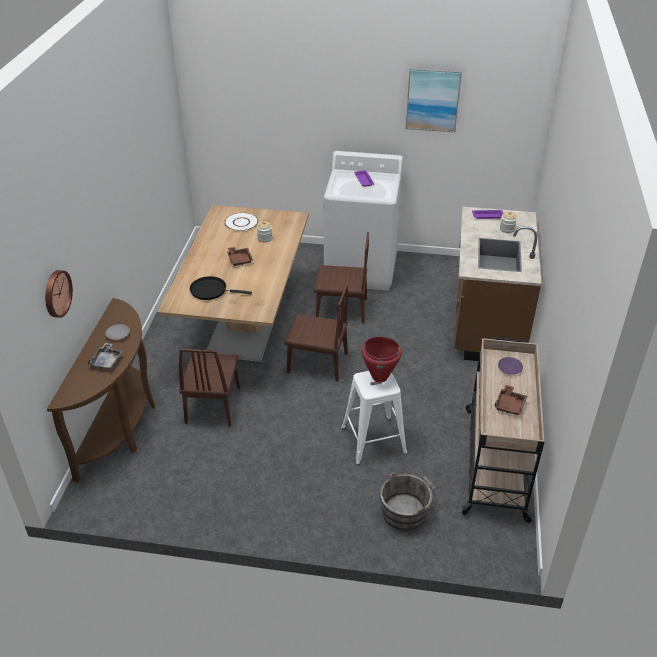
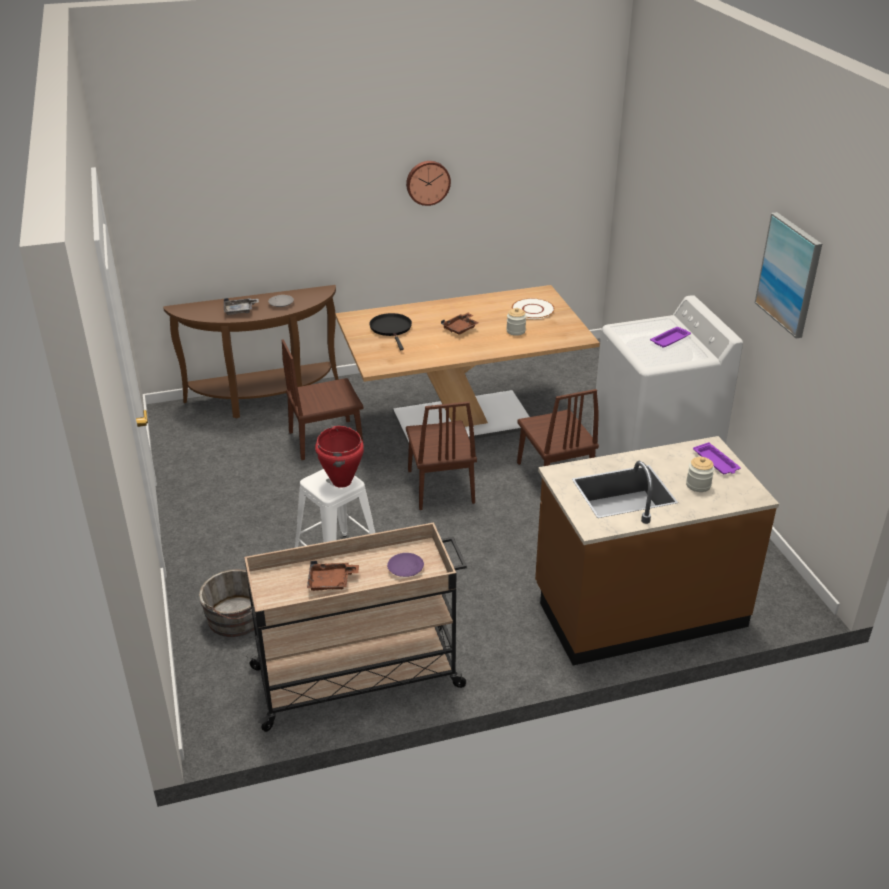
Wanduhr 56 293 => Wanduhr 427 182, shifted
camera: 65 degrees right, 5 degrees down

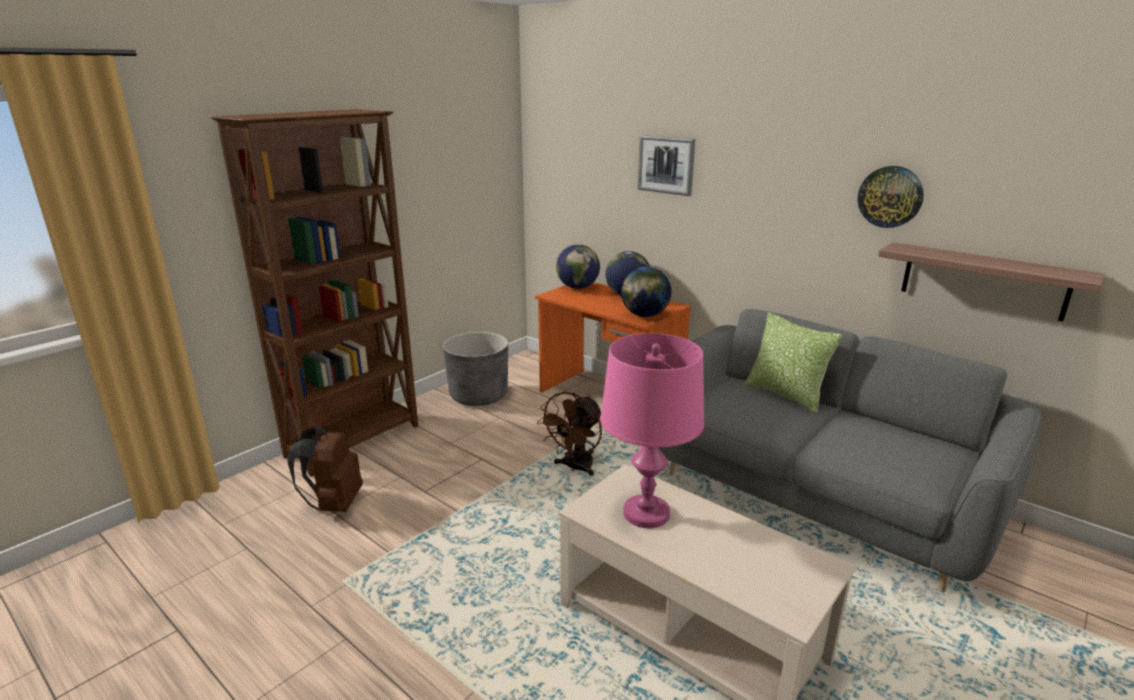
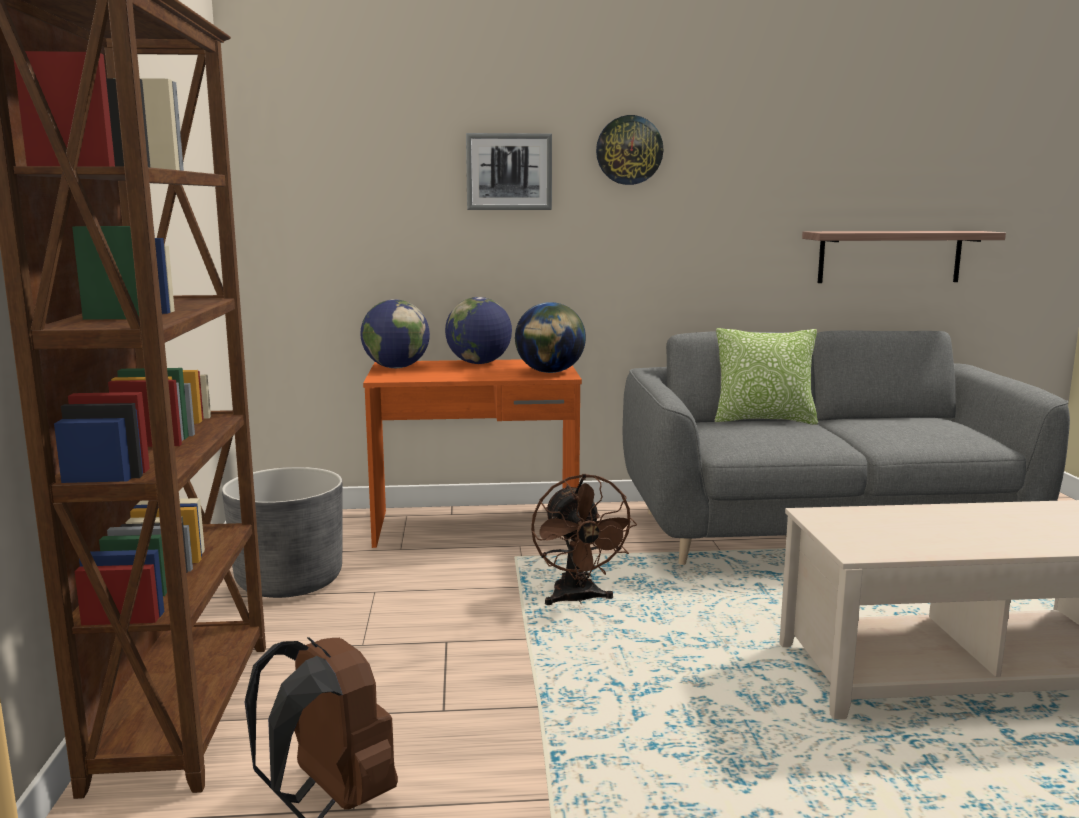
Wanduhr 890 197 => Wanduhr 629 150, shifted
Tischlampe (rosa) 646 513 => nothing
camera: 45 degrees left, 10 degrees down

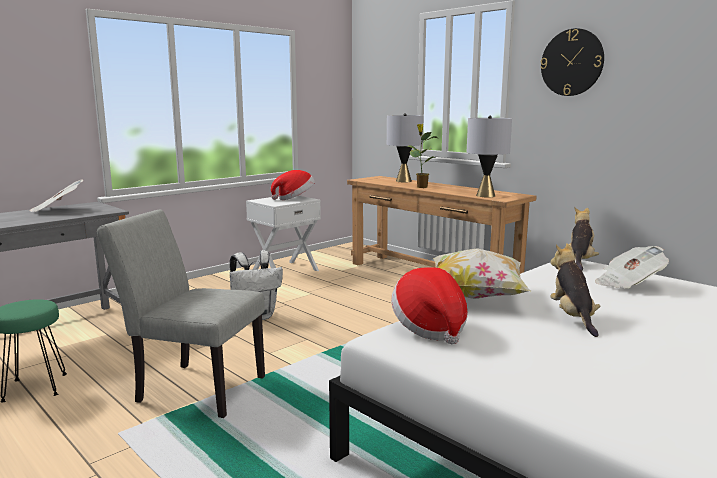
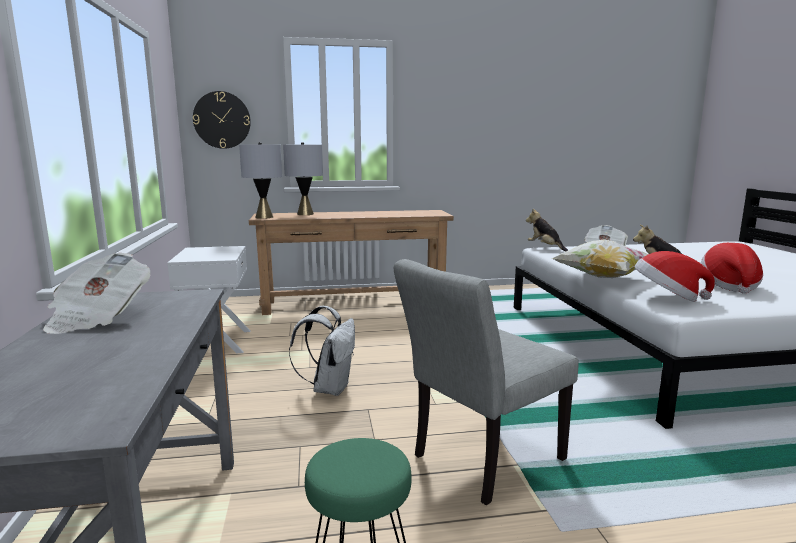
Wanduhr 572 62 => Wanduhr 222 120, shifted
Tischlampe (grau) 486 195 => Tischlampe (grau) 264 217, shifted
Topfpflanze 421 187 => nothing
Hut 294 198 => Hut 729 285, shifted
camera: 55 degrees left, 0 degrees up

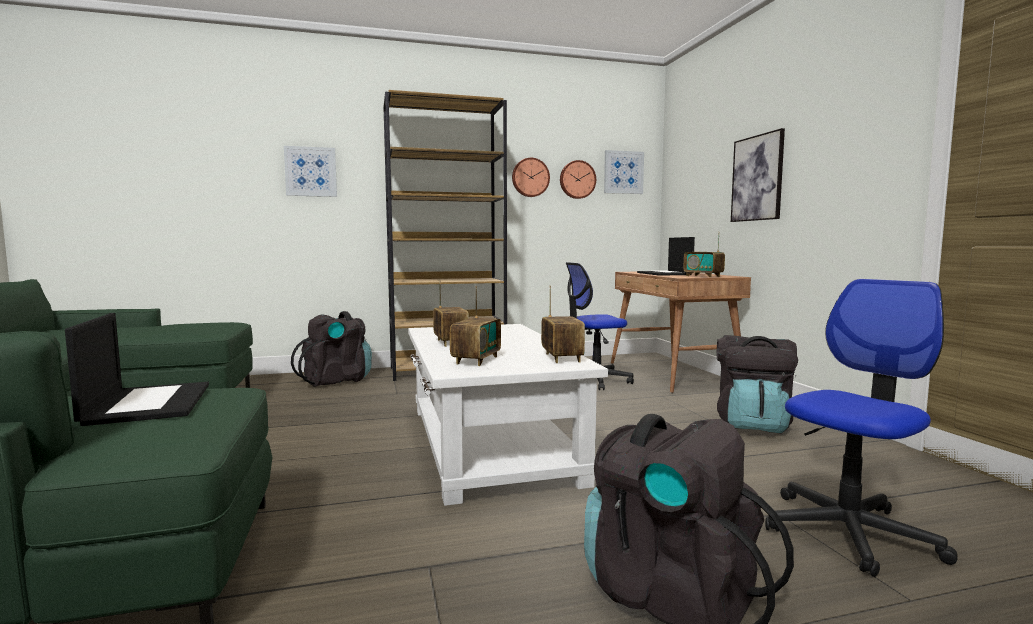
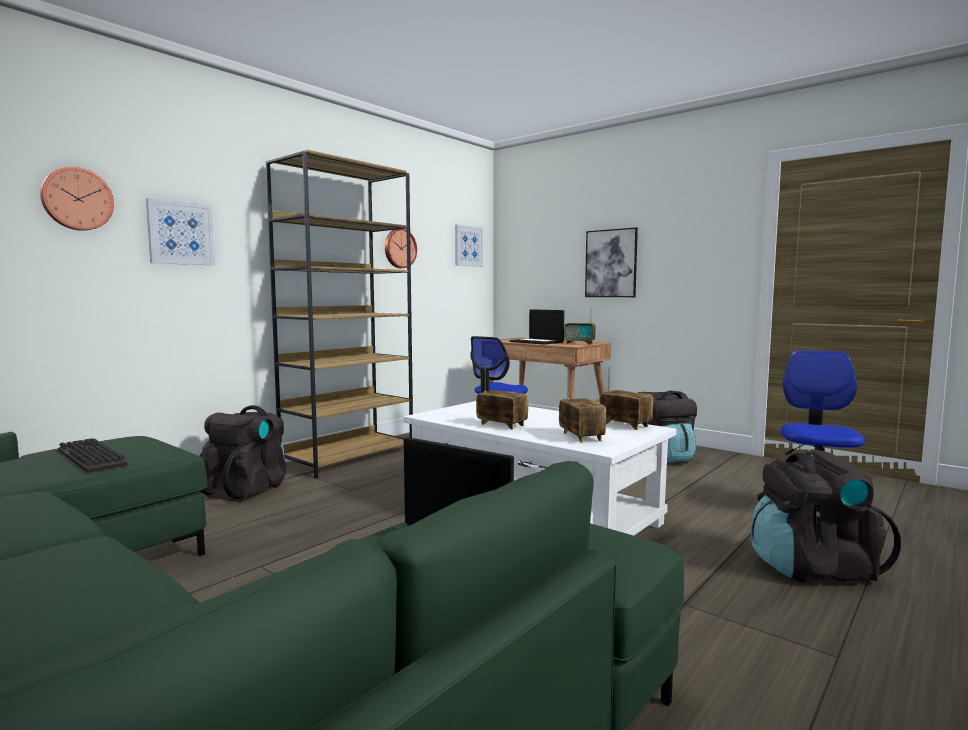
Wanduhr 577 179 => Wanduhr 77 199, shifted
nothing => Tastatur 88 458
camera: 35 degrees left, 0 degrees up

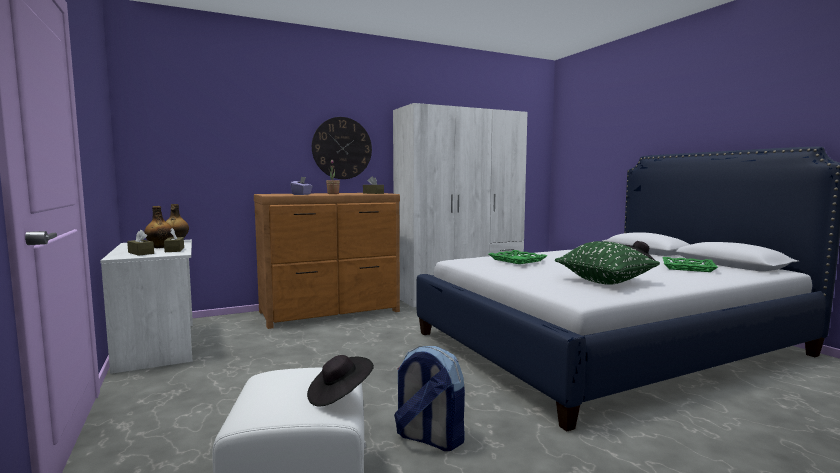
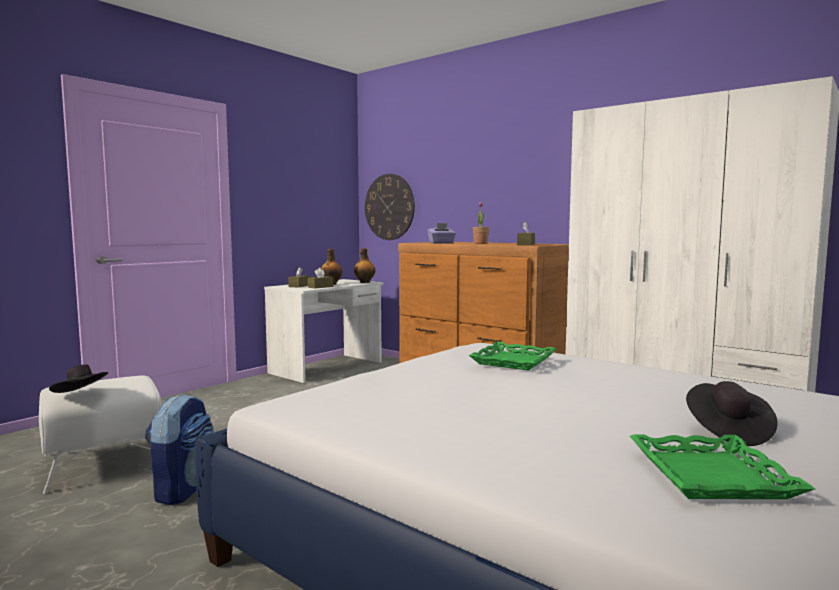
Wanduhr 342 148 => Wanduhr 389 207, shifted
Kissen (grün) 605 281 => nothing
camera: 65 degrees right, 0 degrees up

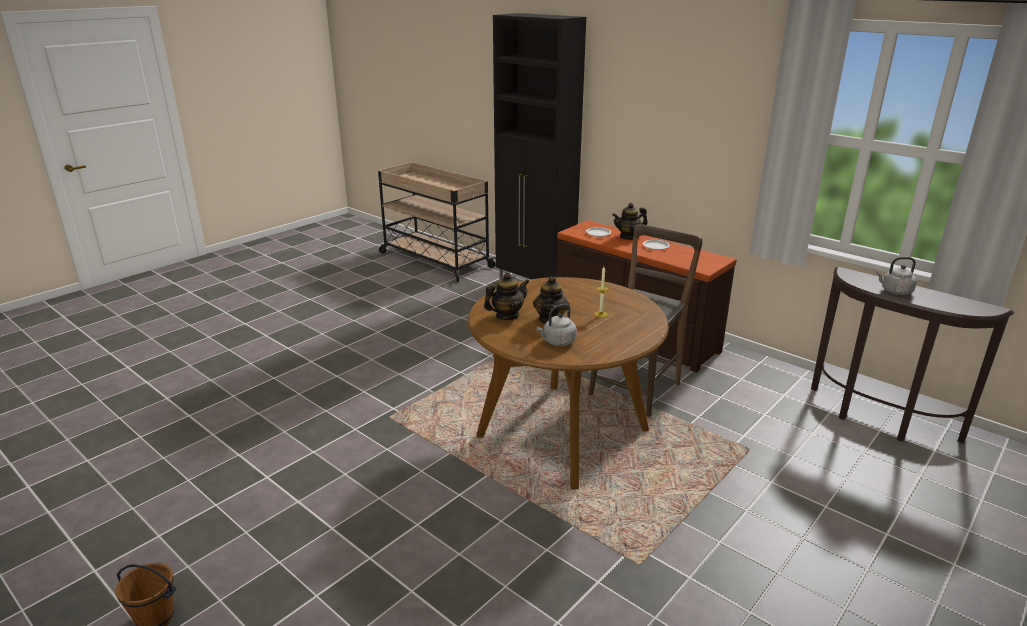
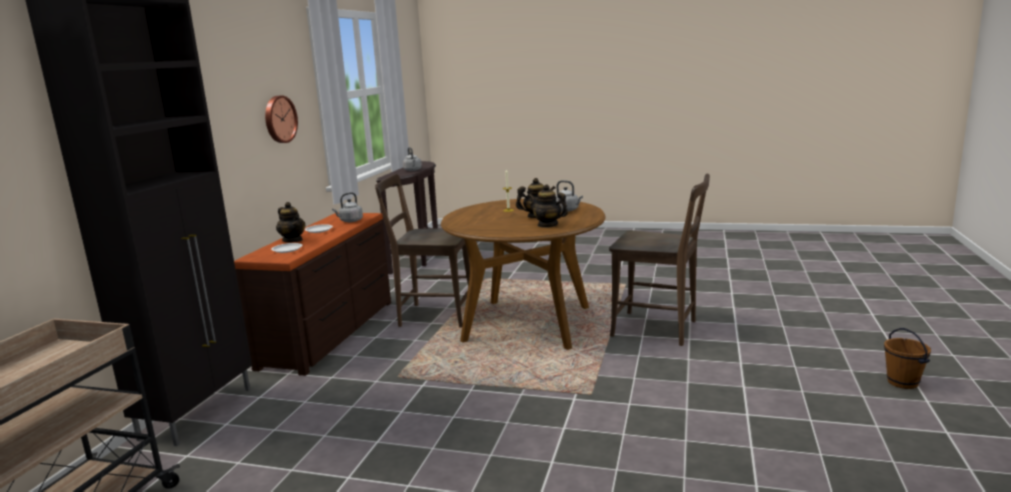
nothing => Wanduhr 279 119
nothing => Stuhl (braun) 659 329
nothing => Wasserkessel (grau) 350 221
camera: 115 degrees left, 10 degrees down

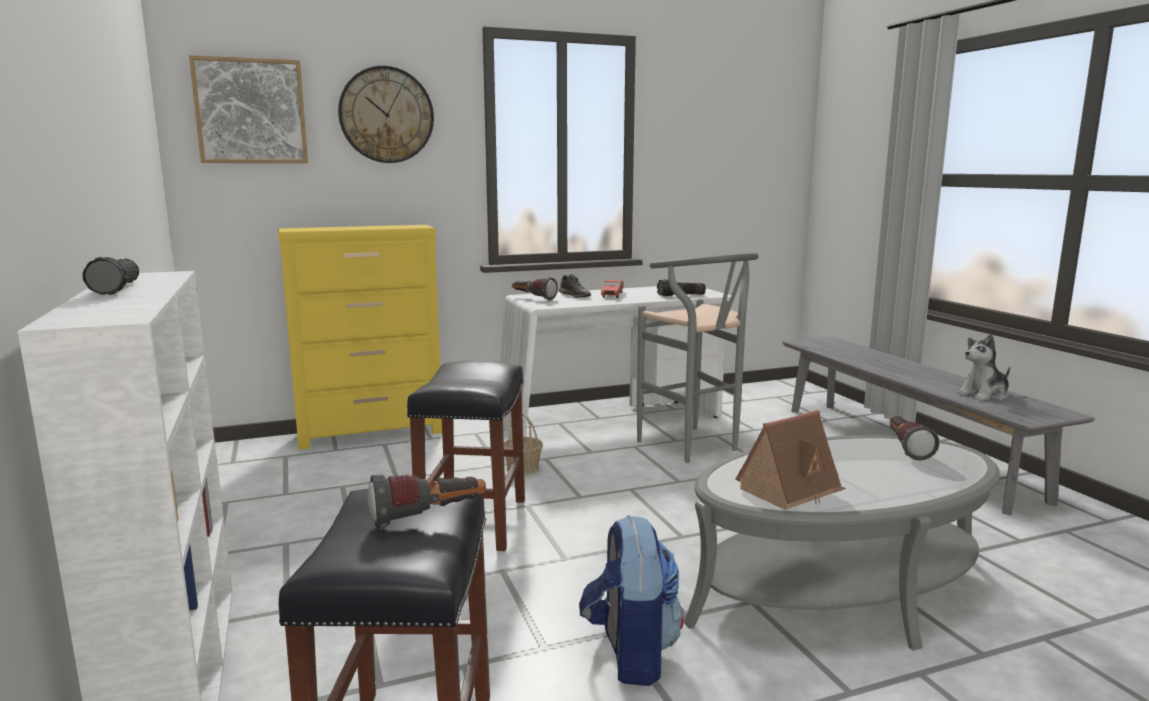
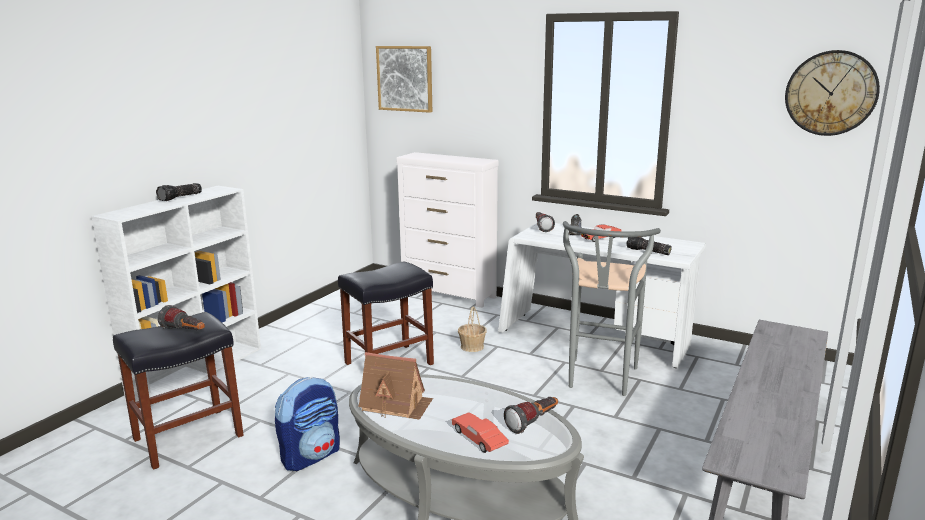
Wanduhr 386 115 => Wanduhr 831 93, shifted
Kommode (gelb) 372 433 => Kommode (weiß) 449 294
Plüschtier 984 395 => nothing
nothing => Spielzeugauto (rot) 479 439
camera: 50 degrees right, 5 degrees up

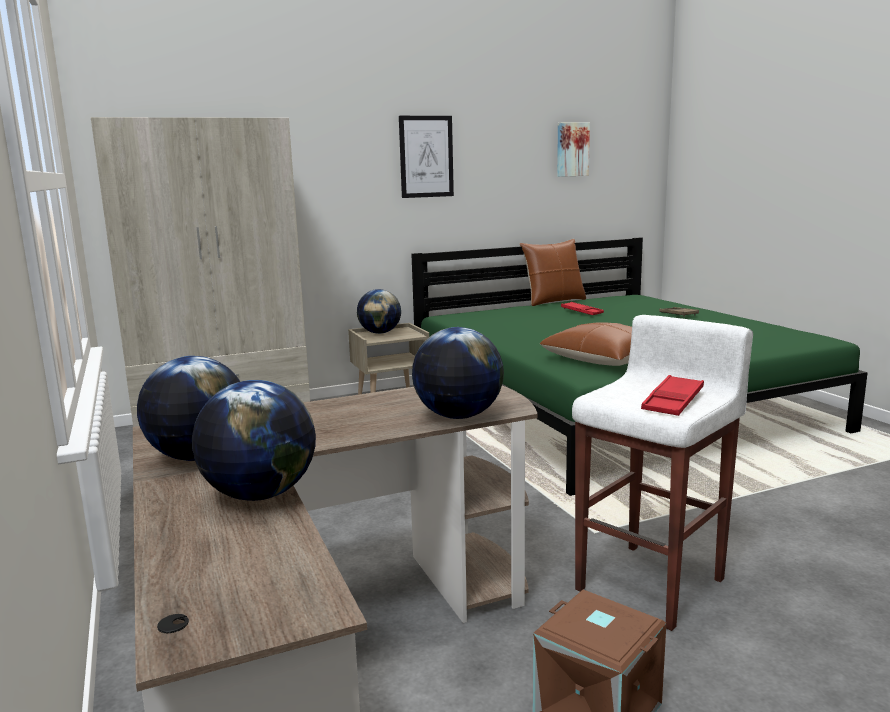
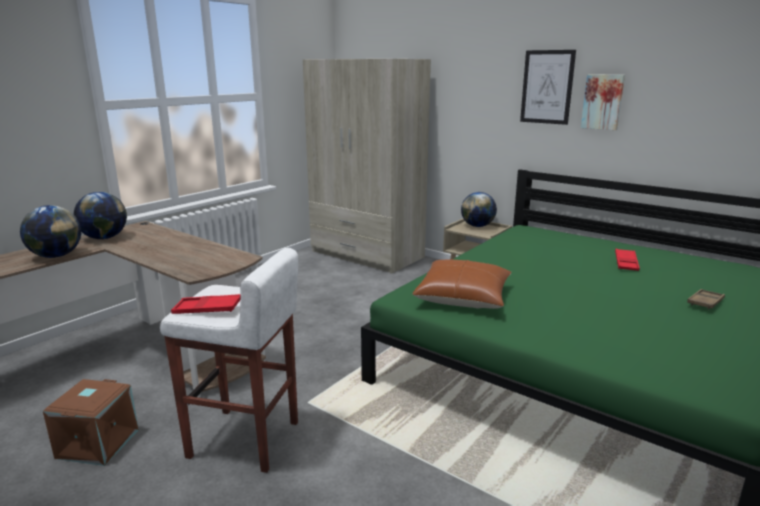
Bild 572 149 => Bild 602 102, shifted
Kissen (braun) 553 301 => nothing
Globus 458 416 => nothing
camera: 60 degrees right, 5 degrees up

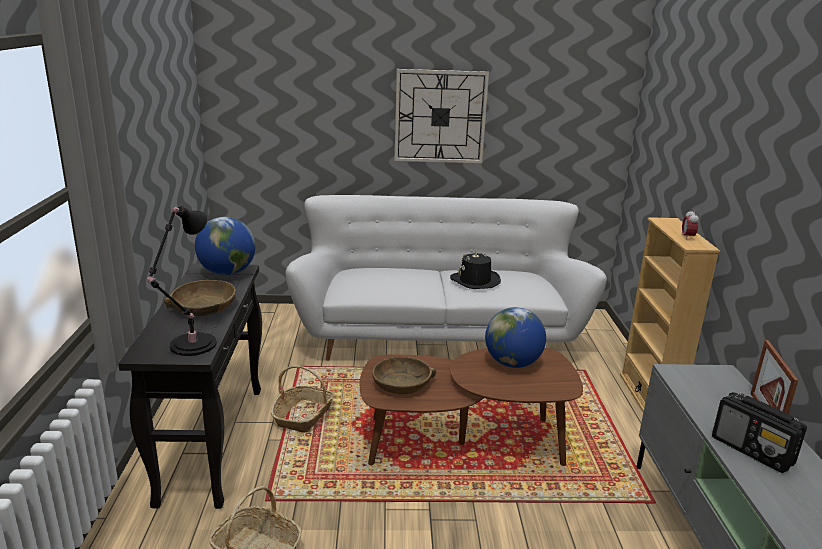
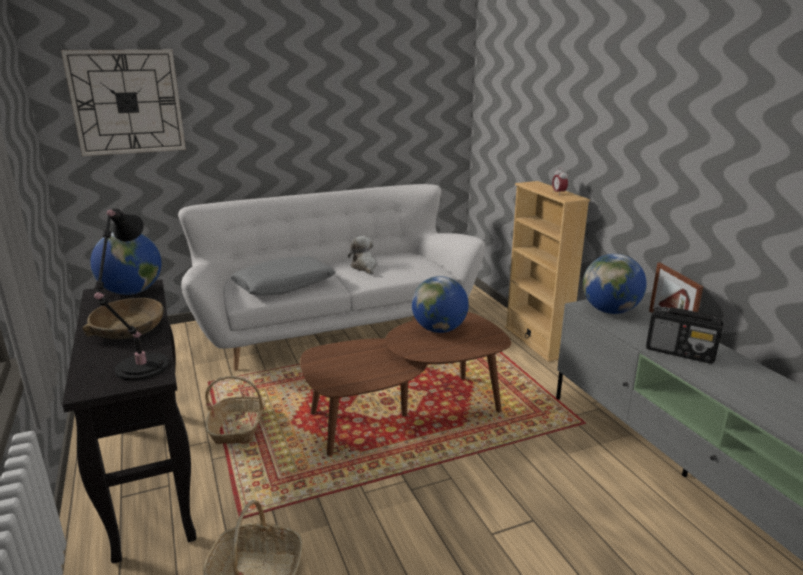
Wanduhr 440 116 => Wanduhr 127 102, shifted
Hut (schwarz) 475 281 => Plüschtier 364 267
Schüssel (braun) 402 383 => nothing
nothing => Globus 610 311
nothing => Kissen (grau) 284 285
camera: 20 degrees left, 0 degrees up

